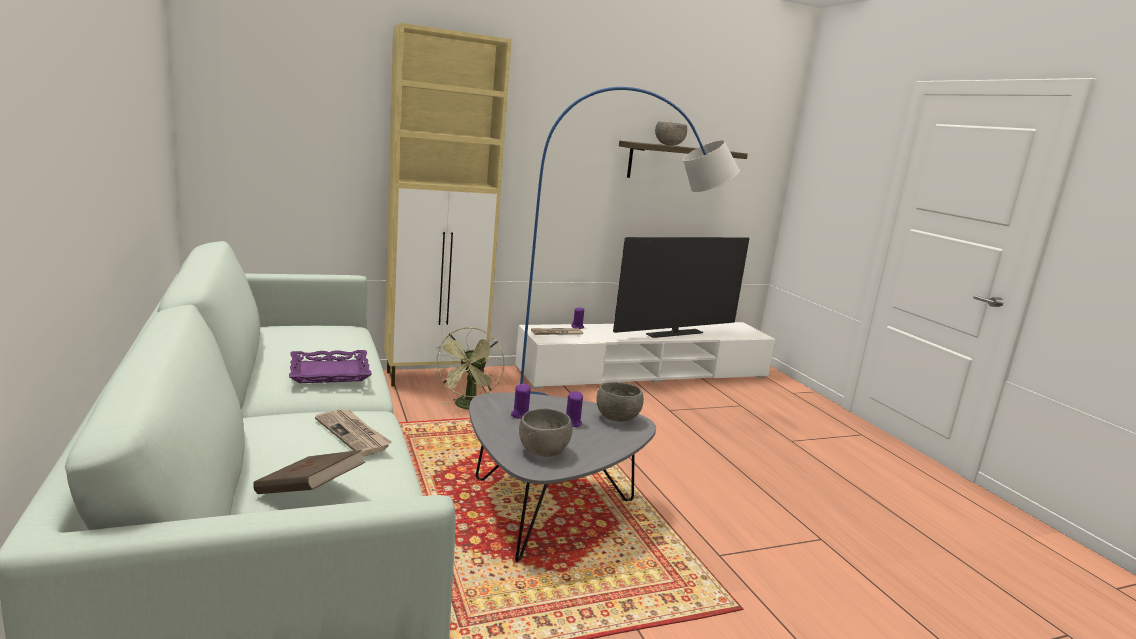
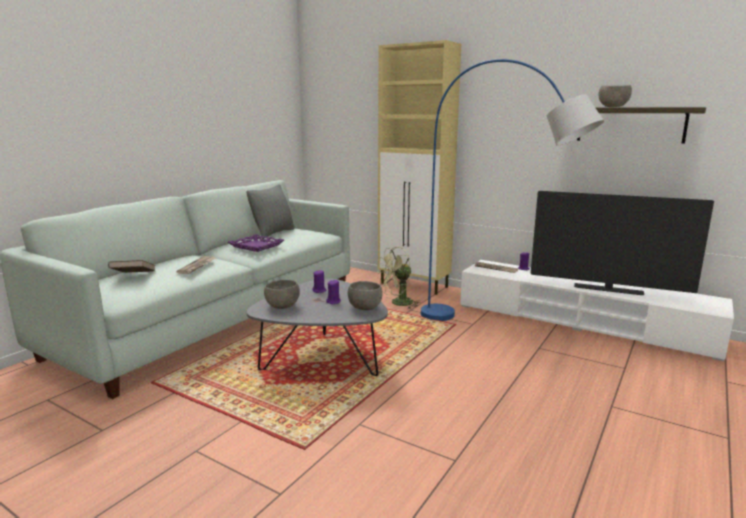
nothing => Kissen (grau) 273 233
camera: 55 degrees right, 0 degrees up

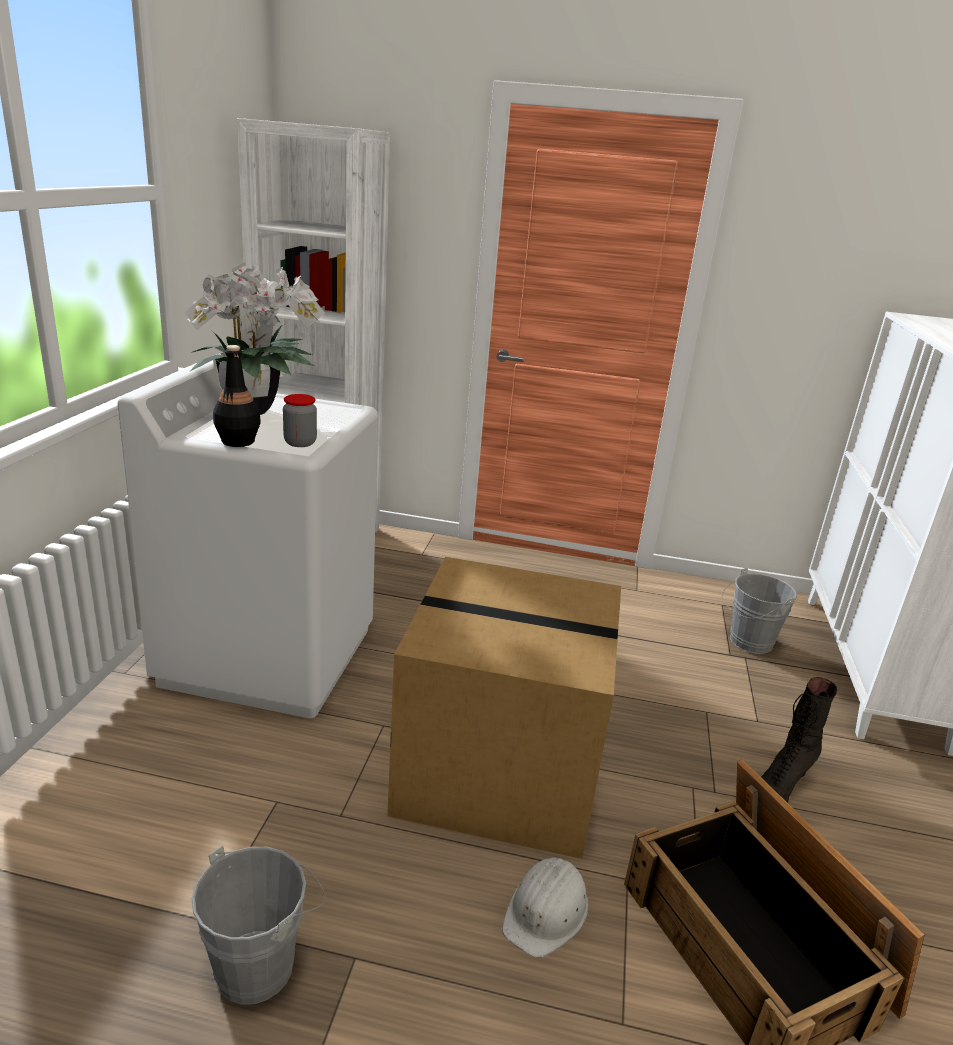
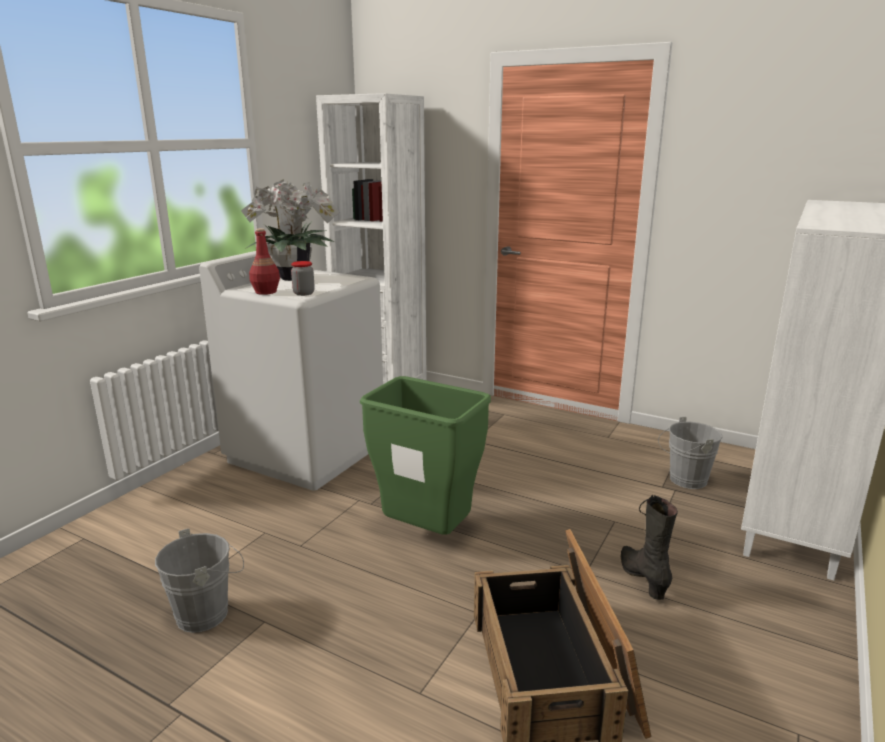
Flasche (schwarz) 237 441 => Flasche (rot) 265 292
Karton 503 767 => Mülleimer (grün) 428 534
Stiefel (schwarz) 778 789 => Stiefel (schwarz) 643 578, 105 degrees clockwise
Schutzhelm (weiß) 547 911 => nothing
camera: 20 degrees right, 5 degrees down

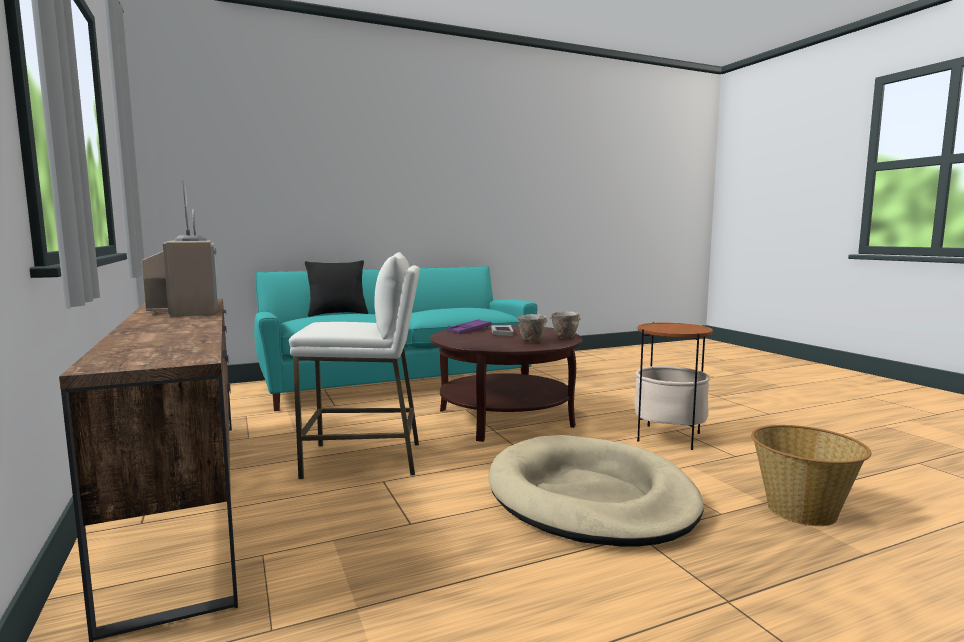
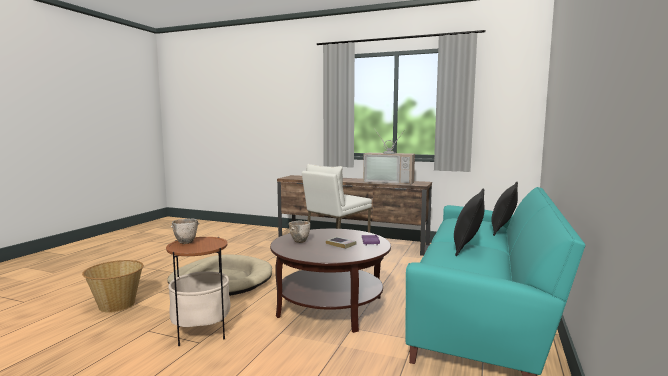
Schüssel 564 338 => Schüssel 187 242, shifted
nothing => Kissen (schwarz) 467 248
camera: 135 degrees right, 0 degrees up

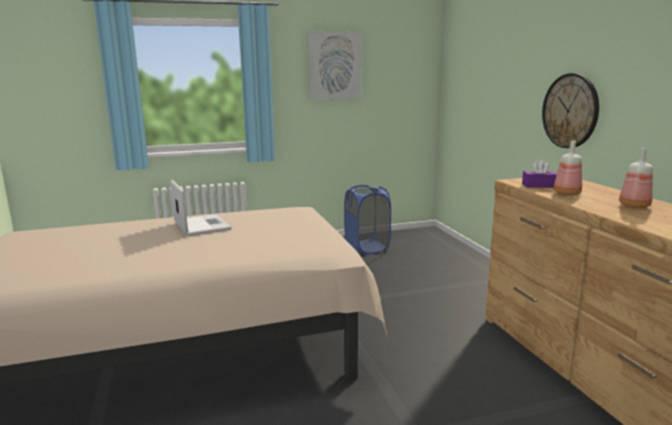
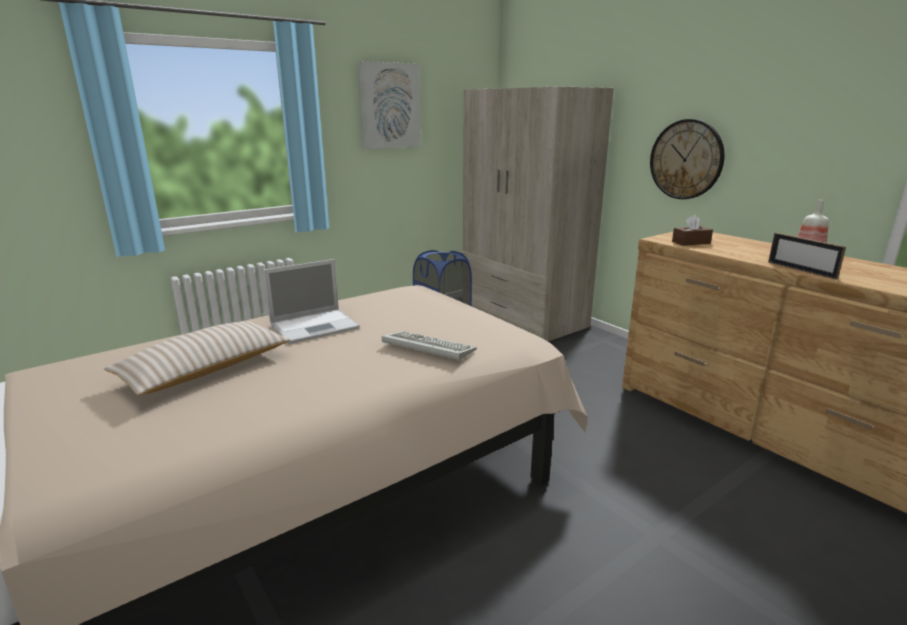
Flasche 567 194 => nothing
Taschentuchbox (lila) 539 185 => Taschentuchbox (braun) 691 242
Laptop 201 225 => Laptop 316 326, 105 degrees clockwise
nothing => Kleiderschrank (beige) 523 317
nothing => Bilderrahmen 801 270
nothing => Kissen (beige) 205 370
nothing => Tastatur 426 348
camera: 20 degrees left, 5 degrees up

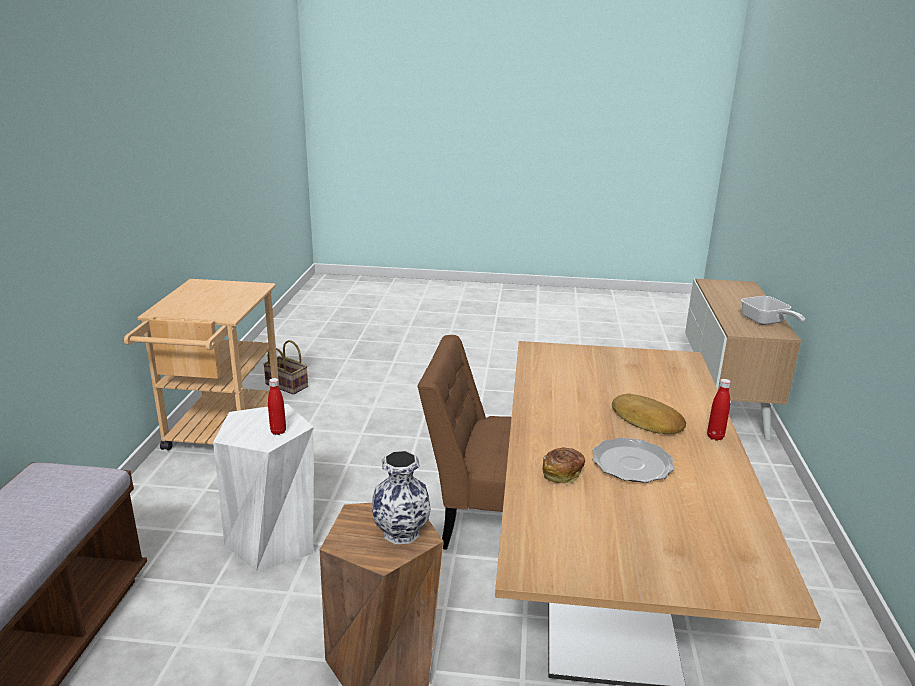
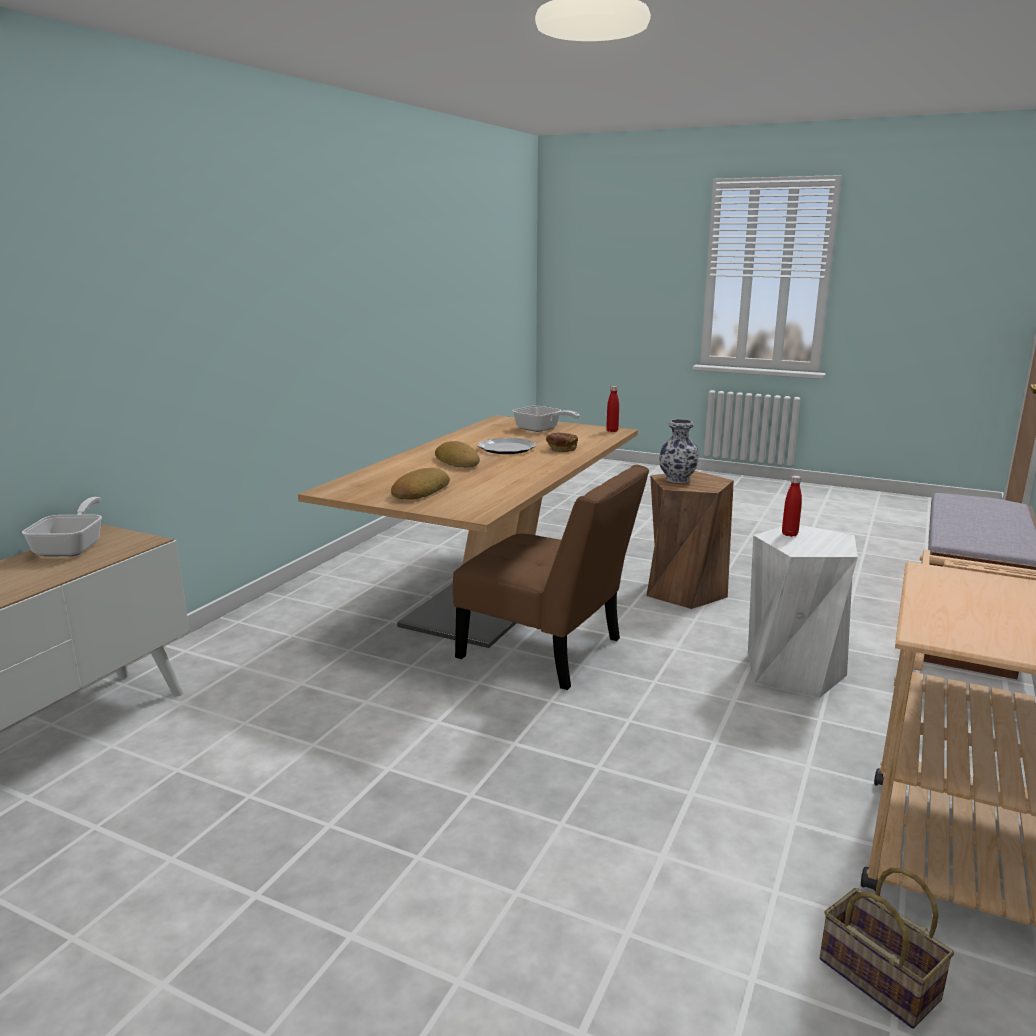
Flasche (rot) 715 437 => Flasche (rot) 612 431, shifted
nothing => Pfanne 541 430
nothing => Brot 419 491
camera: 160 degrees left, 5 degrees down

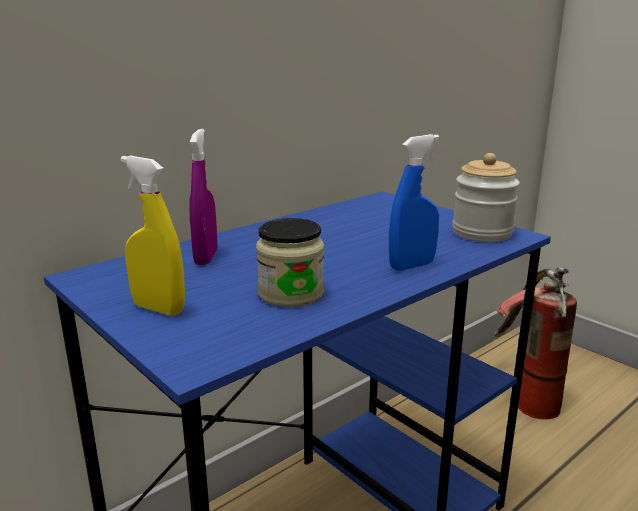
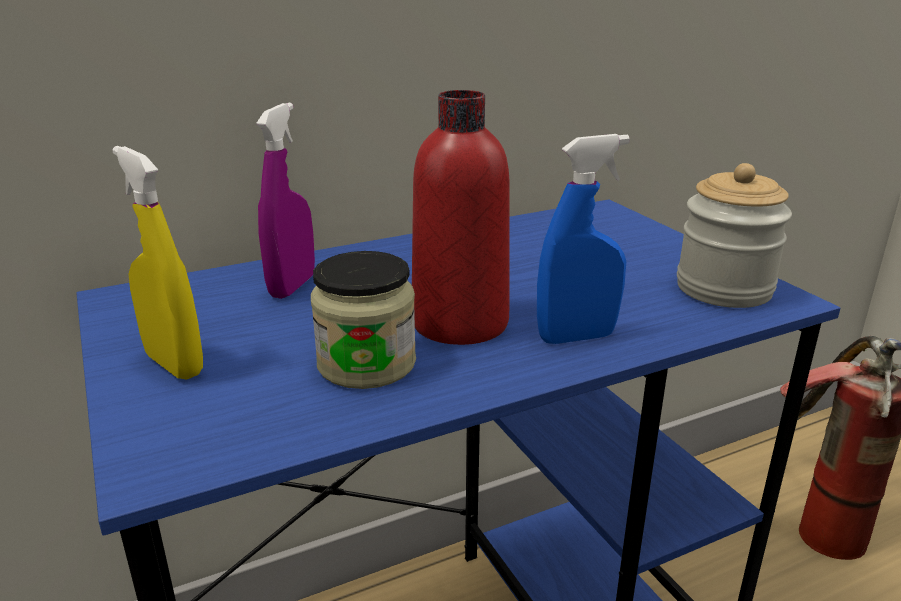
nothing => Flasche (rot) 460 323
camera: 15 degrees right, 5 degrees up

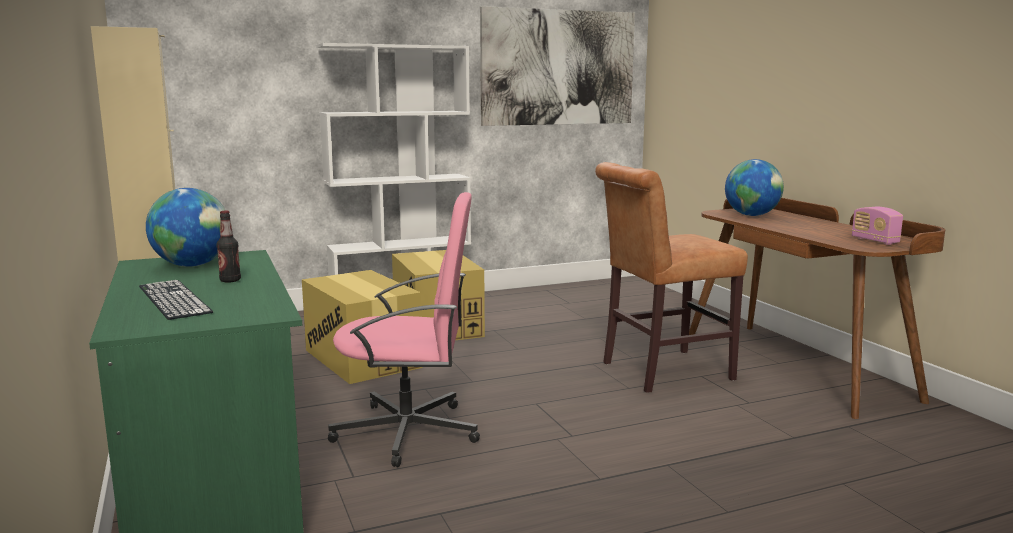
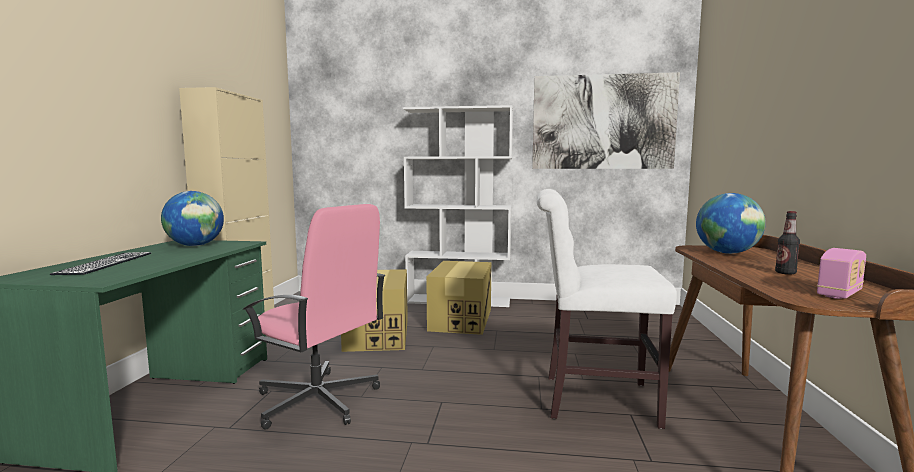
Stuhl (braun) 660 372 => Stuhl (weiß) 592 399
Radio 875 241 => Radio 839 293, 135 degrees counterclockwise
Flasche 230 280 => Flasche 785 273, shifted
camera: 30 degrees right, 5 degrees down

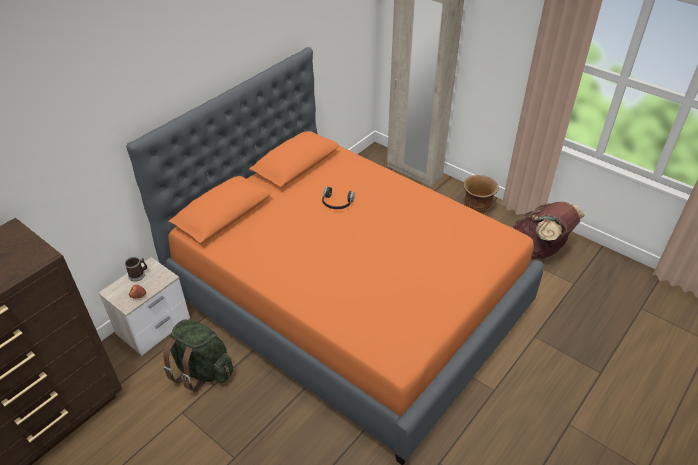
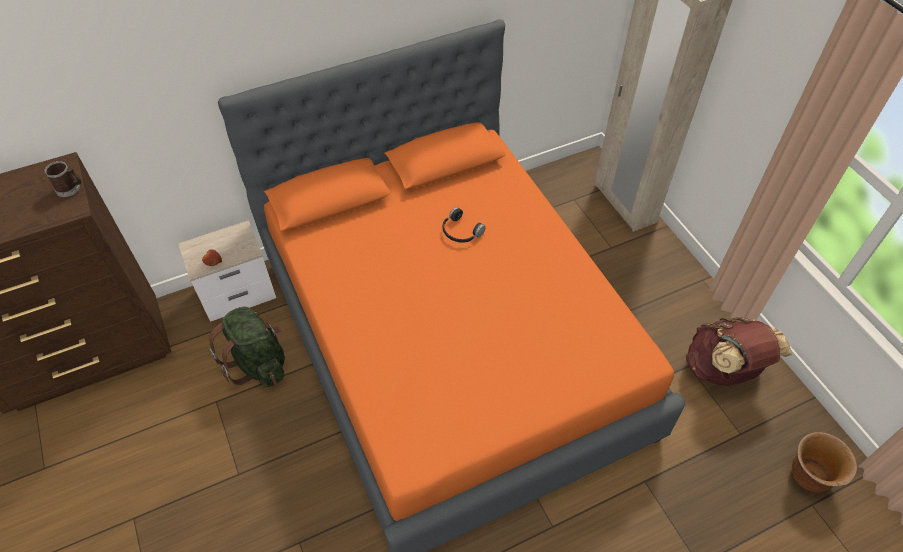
Pflanzkübel (braun) 477 207 => Pflanzkübel (braun) 809 476, shifted
Henkelbecher 138 274 => Henkelbecher 70 188, shifted
camera: 25 degrees right, 10 degrees up

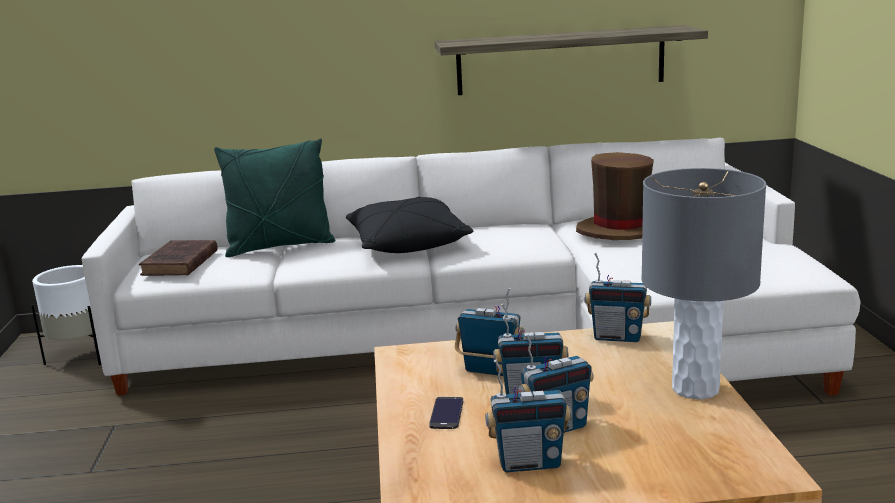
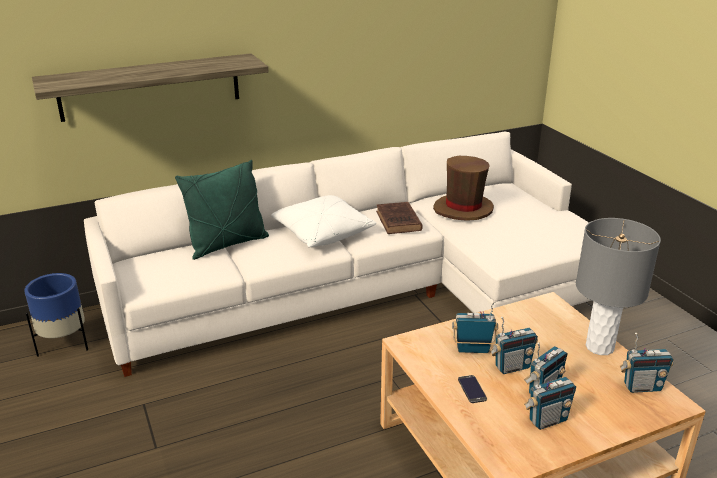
Wandregal 560 60 => Wandregal 150 87, shifted
Kissen (schwarz) 406 244 => Kissen (weiß) 321 233
Buch (braun) 179 264 => Buch (braun) 399 222, shifted
Radio 617 337 => Radio 642 387, shifted
Pflanzkübel (weiß) 80 357 => Pflanzkübel (blau) 64 345
camera: 20 degrees left, 10 degrees up

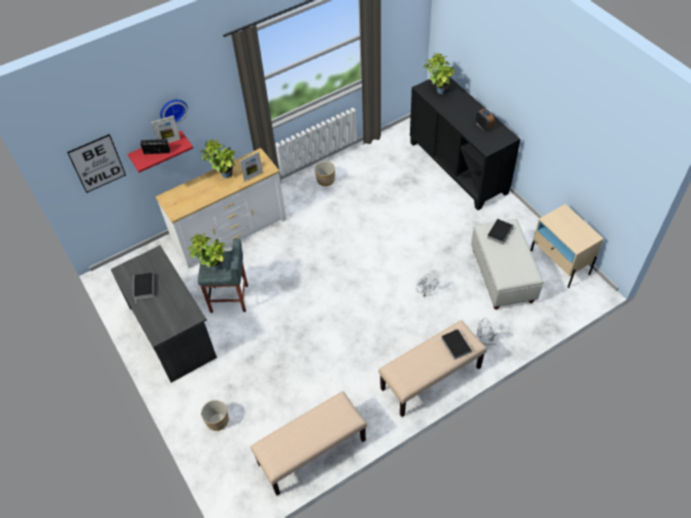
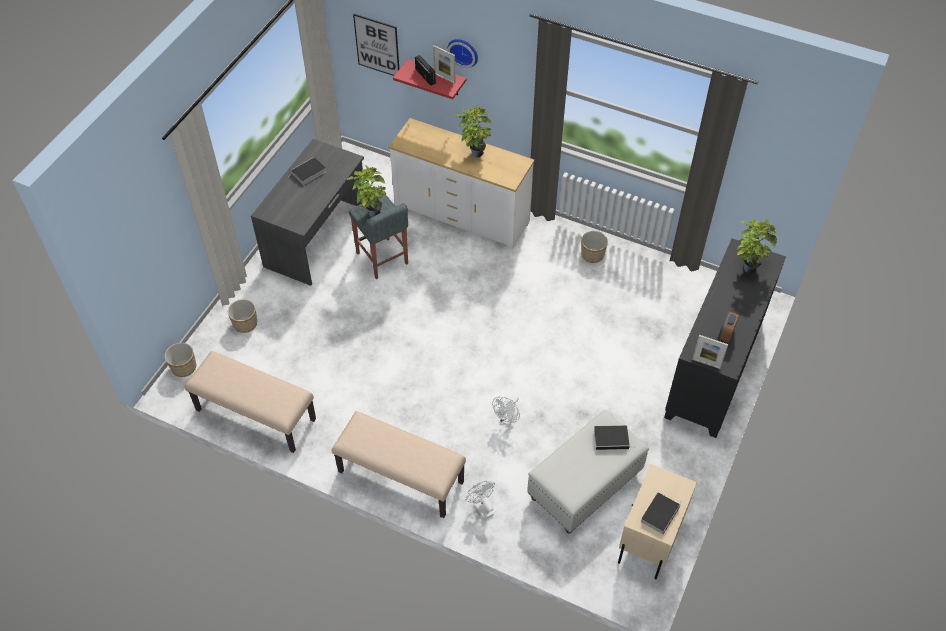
Bilderrahmen 253 177 => Bilderrahmen 706 363, shifted
Buch 455 344 => Buch 660 513, shifted
nothing => Pflanzkübel 183 367
camera: 55 degrees right, 0 degrees up

